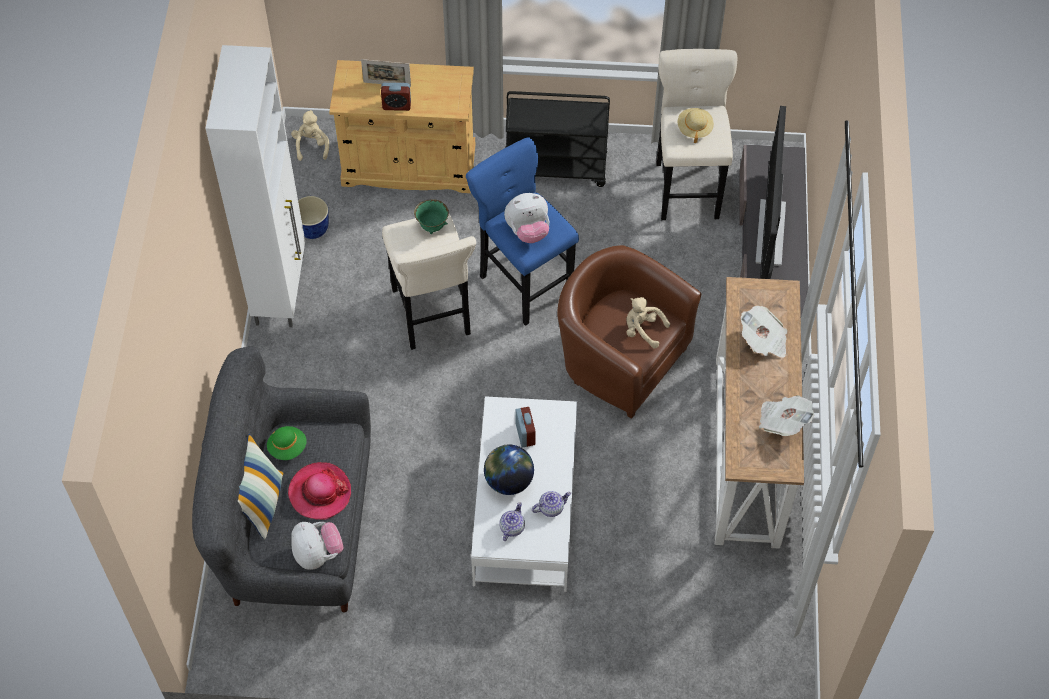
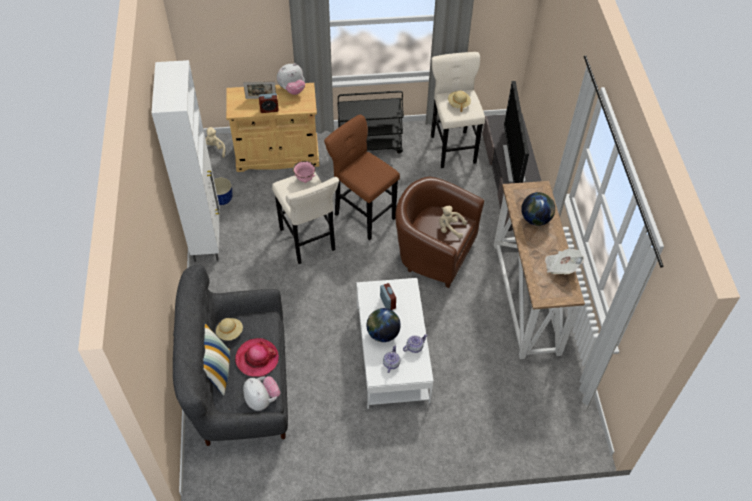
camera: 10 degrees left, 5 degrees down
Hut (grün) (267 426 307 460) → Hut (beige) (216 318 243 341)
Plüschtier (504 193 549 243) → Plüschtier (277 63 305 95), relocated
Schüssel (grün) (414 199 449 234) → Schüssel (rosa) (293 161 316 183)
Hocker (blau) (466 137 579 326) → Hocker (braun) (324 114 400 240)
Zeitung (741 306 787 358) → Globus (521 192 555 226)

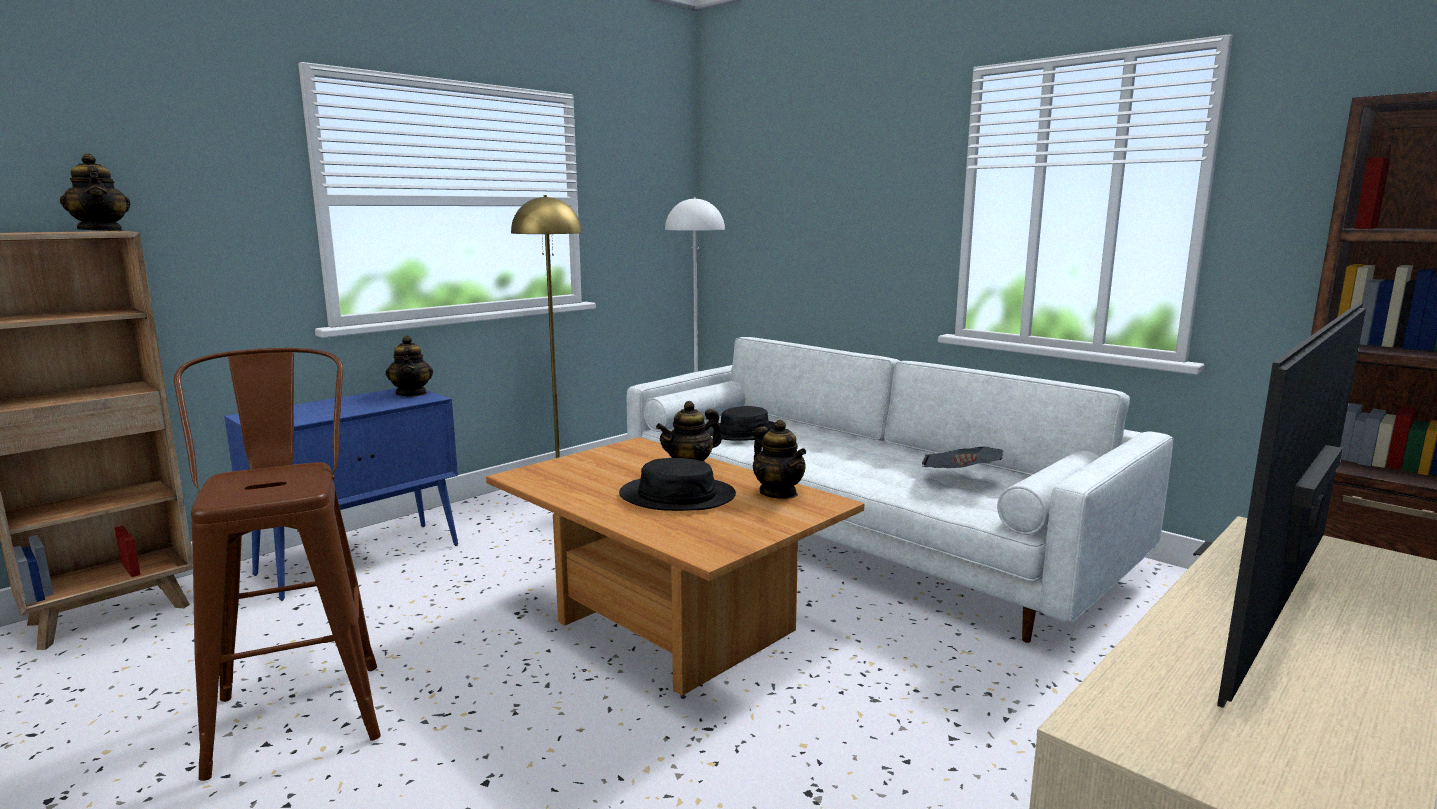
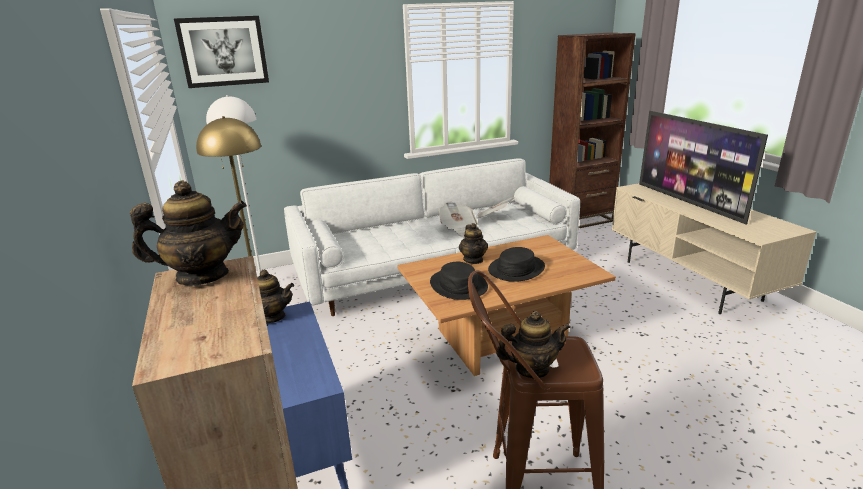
camera: 65 degrees left, 10 degrees up
- → Bild (174 16 269 88)
Hut (schwarz) (707 406 775 441) → Hut (schwarz) (430 262 488 300), relocated
- → Zeitung (439 202 479 237)
Teekanne (753 420 806 499) → Teekanne (496 311 571 378), relocated

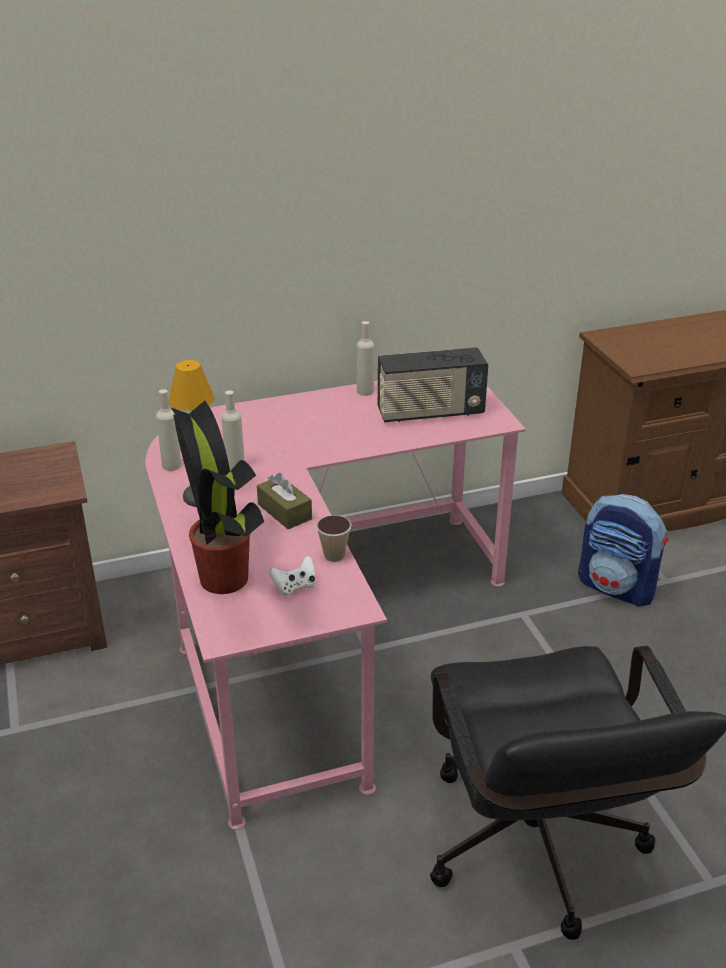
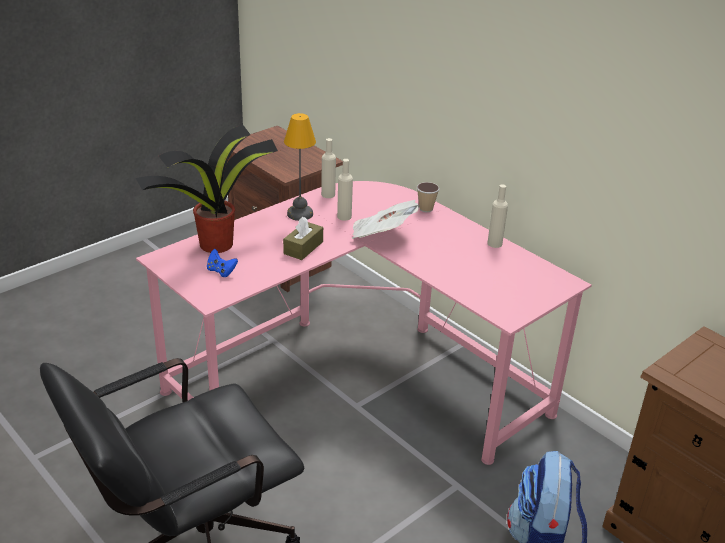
camera: 65 degrees right, 0 degrees up
Gamepad (weiß) (269 556 316 596) → Gamepad (blau) (207 249 238 277)
- → Zeitung (352 200 420 239)
Tasse (316 515 352 562) → Tasse (417 182 439 212), relocated
Radio (378 347 488 422) → -

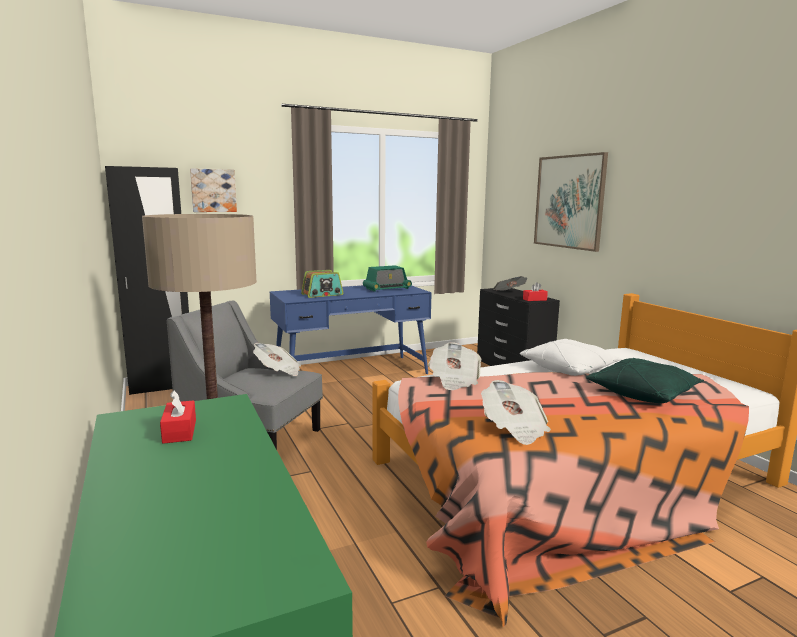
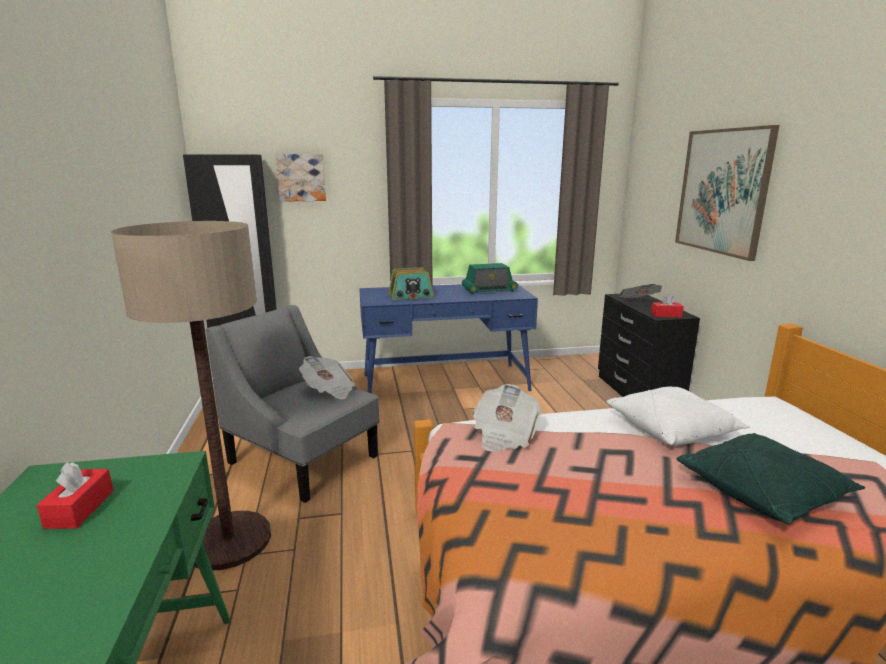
camera: 15 degrees right, 5 degrees up
Zeitung (481 380 551 445) → -

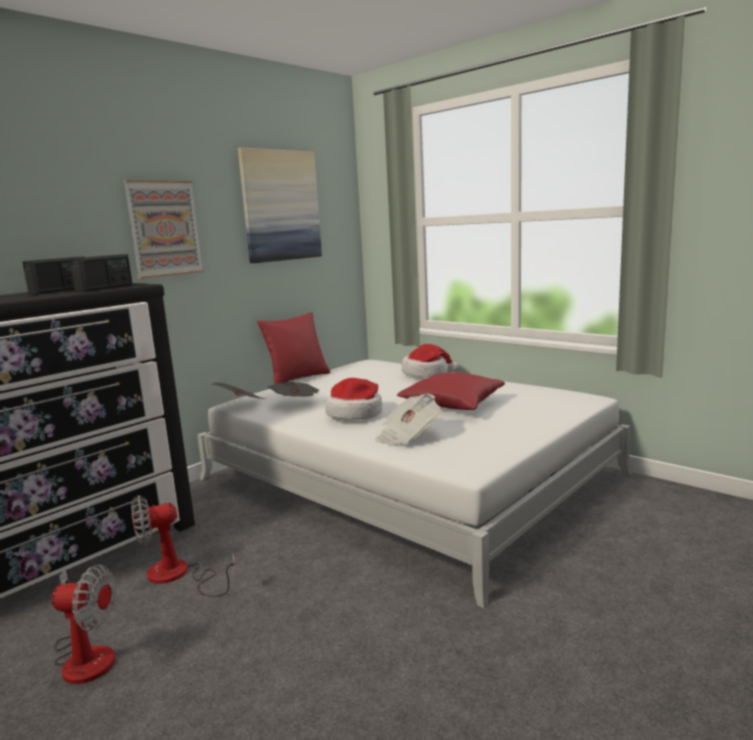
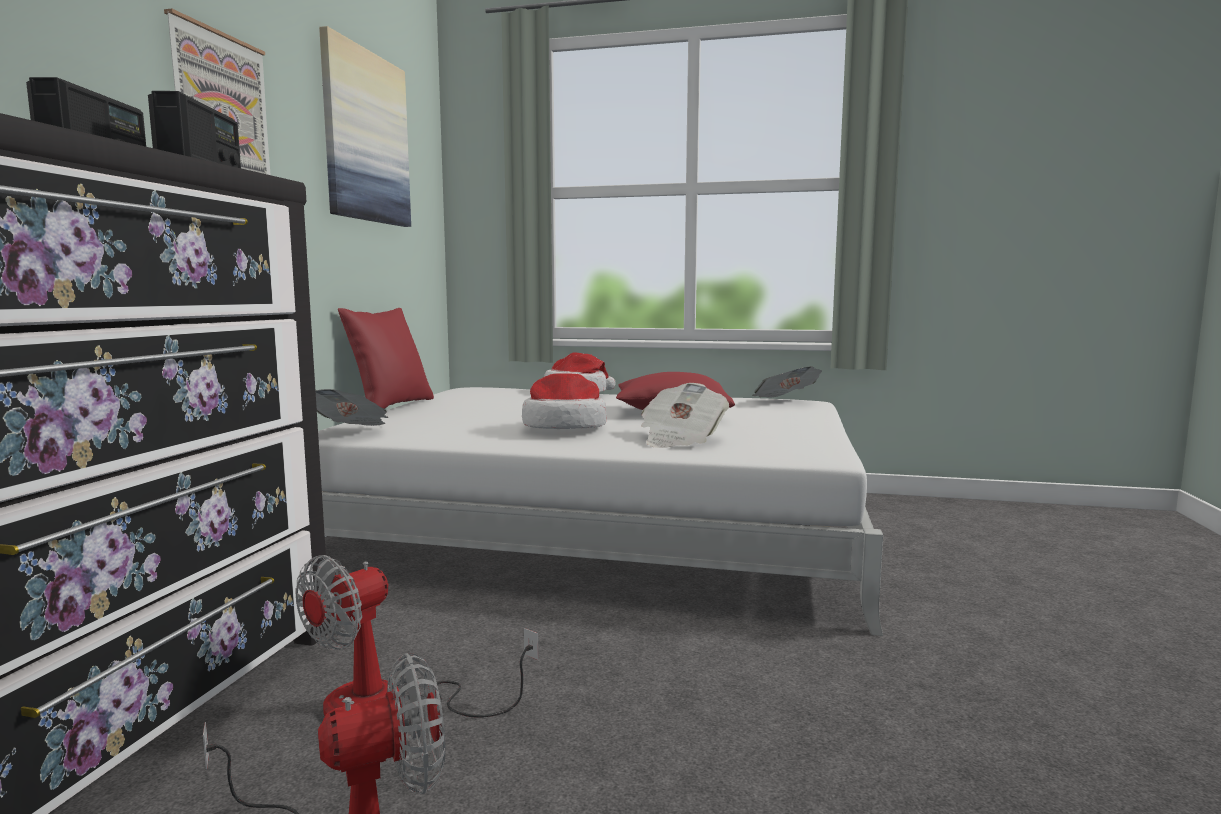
camera: 30 degrees left, 5 degrees down
Zeitung (267 382 319 397) → Zeitung (752 366 822 398), relocated

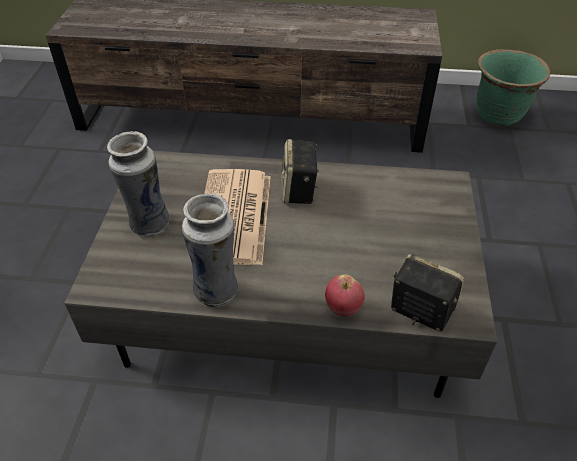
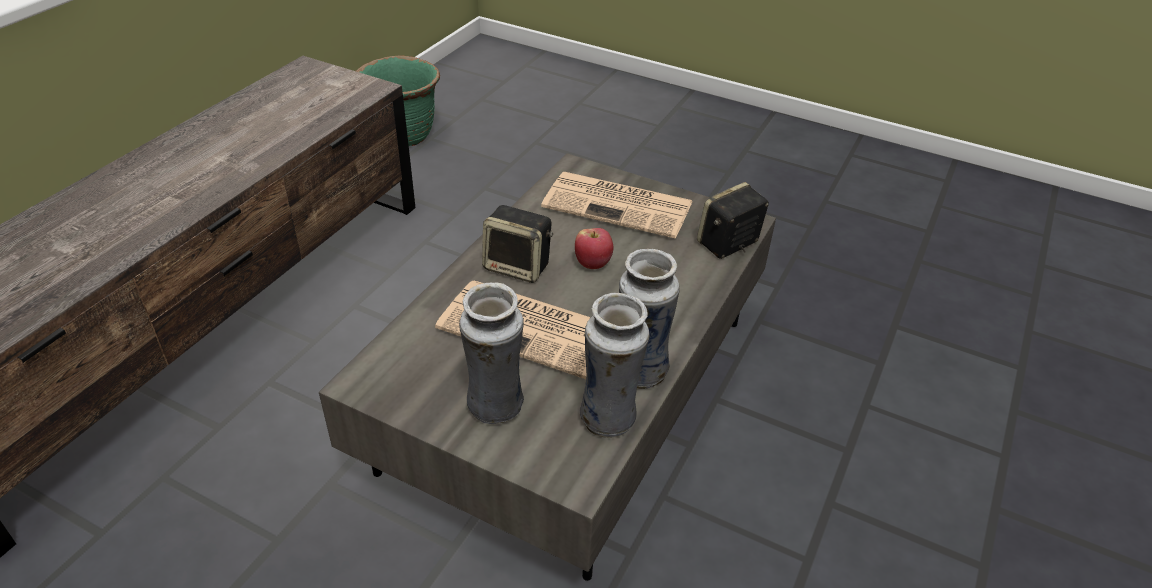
camera: 70 degrees left, 5 degrees down
- → Zeitung (541 172 693 239)
Apfel (325 274 365 317) → Apfel (575 228 613 269), relocated
- → Vase (580 293 650 438)

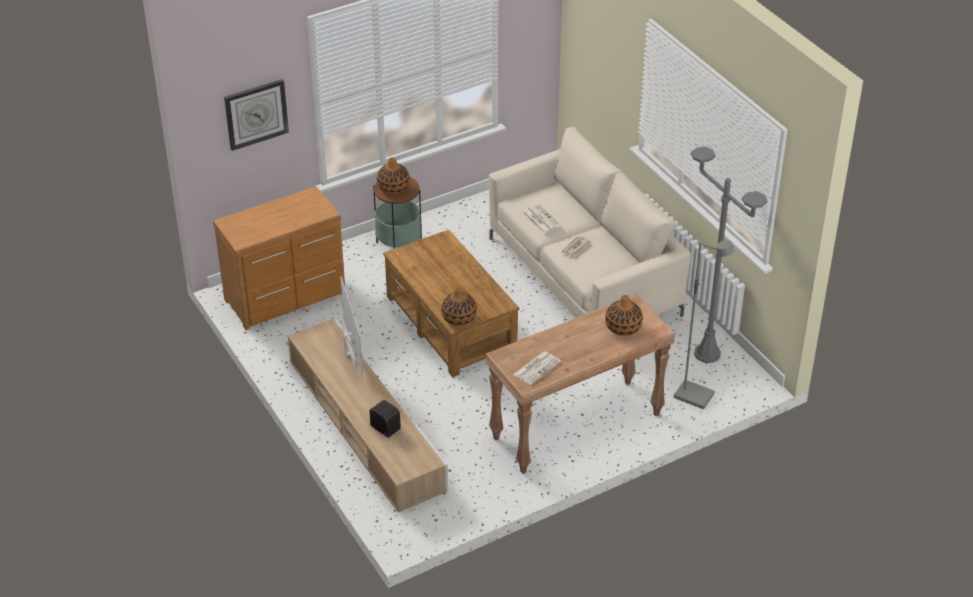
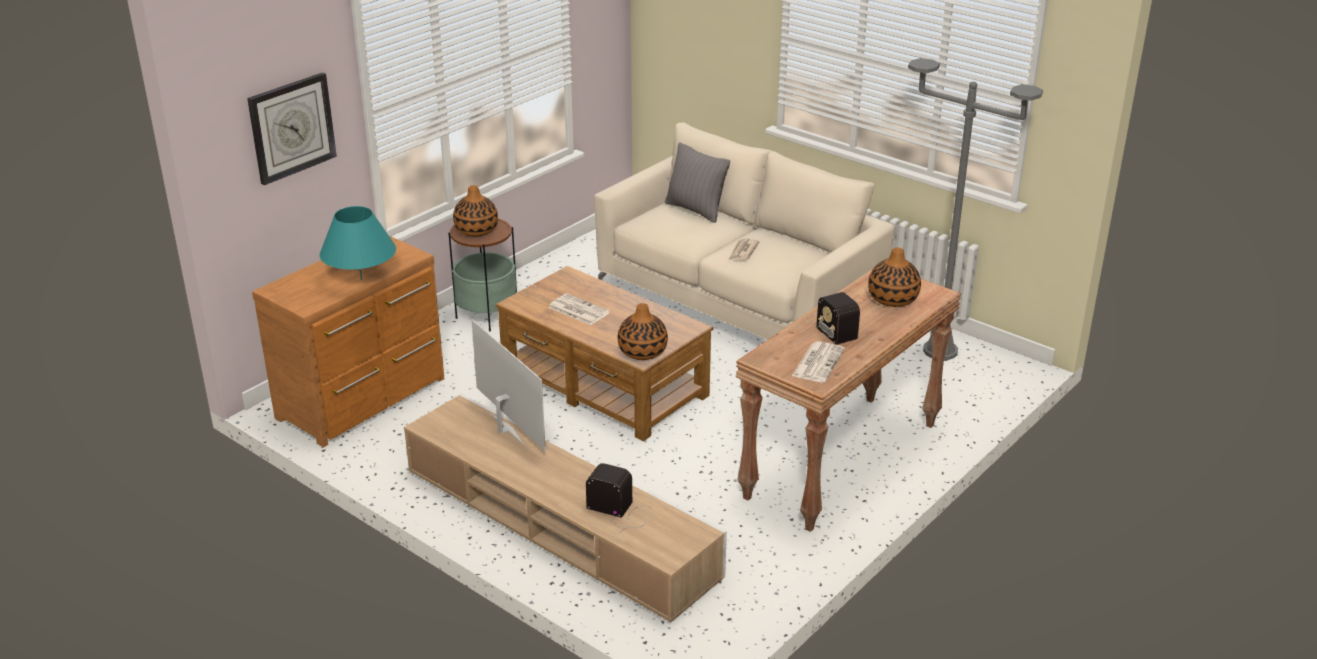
camera: 20 degrees left, 10 degrees down
- → Tischlampe (türkis) (320 206 396 280)
Zeitung (522 204 561 234) → Zeitung (548 294 610 325), relocated
- → Kissen (grau) (665 142 730 223)
- → Radio (807 292 860 345)
Stehlampe (grau) (674 240 734 409) → -

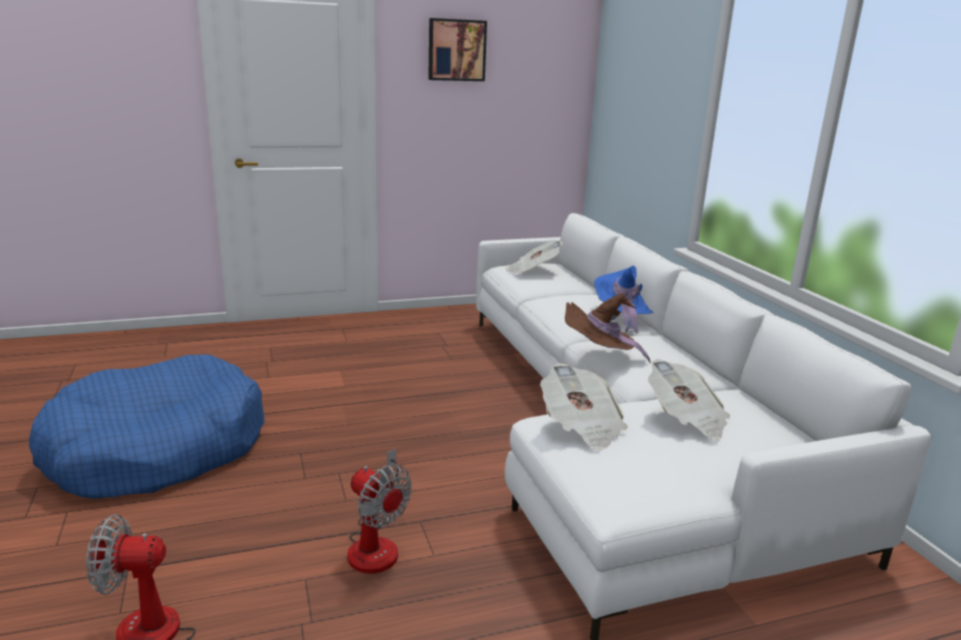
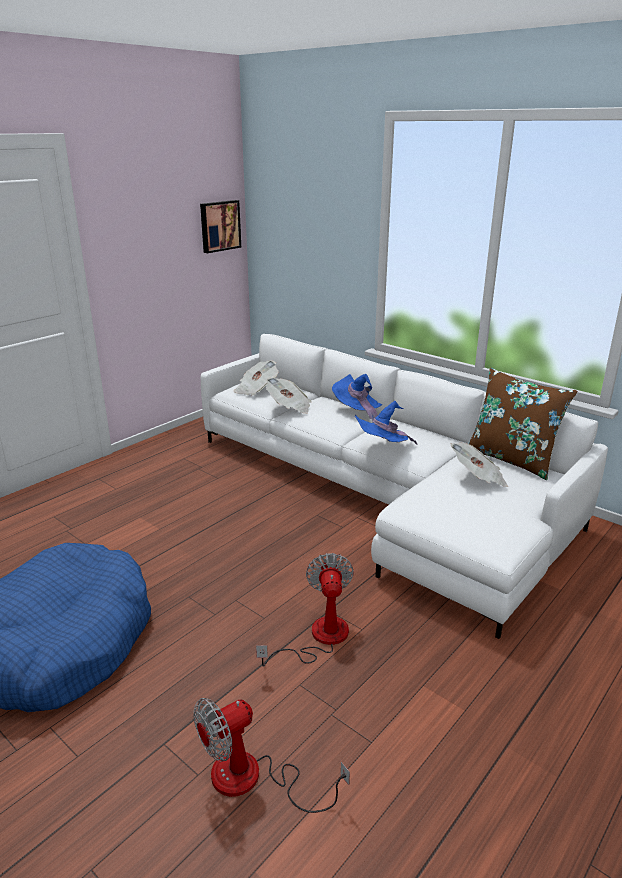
camera: 30 degrees left, 5 degrees up
Bild (428 18 487 81) → Bild (200 200 241 253), relocated
Ventilator (347 449 412 573) → Ventilator (256 553 354 667), 105 degrees counterclockwise
Zeitung (540 363 628 451) → Zeitung (266 377 311 414), relocated
Hut (braun) (565 293 651 364) → Hut (blau) (355 401 418 445)
- → Kissen (braun) (468 368 578 480)

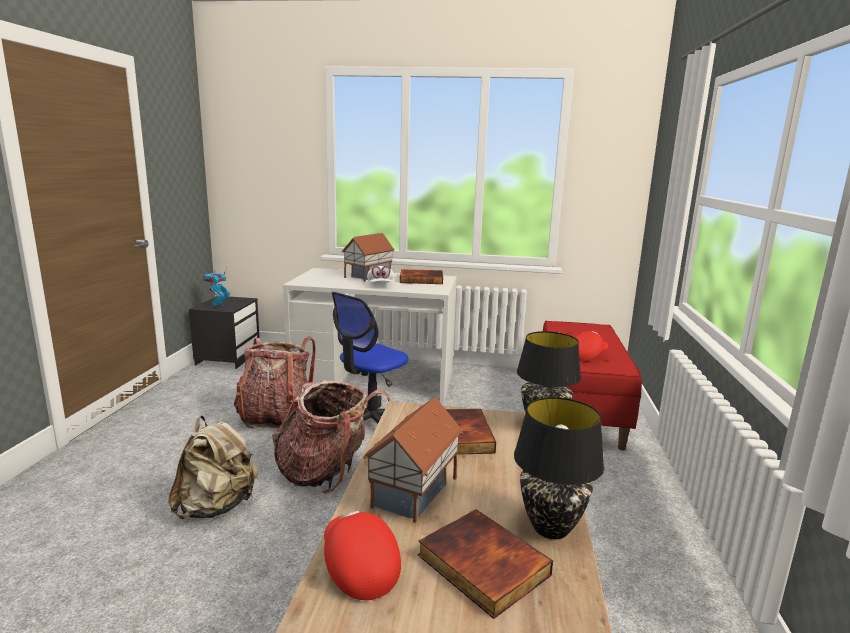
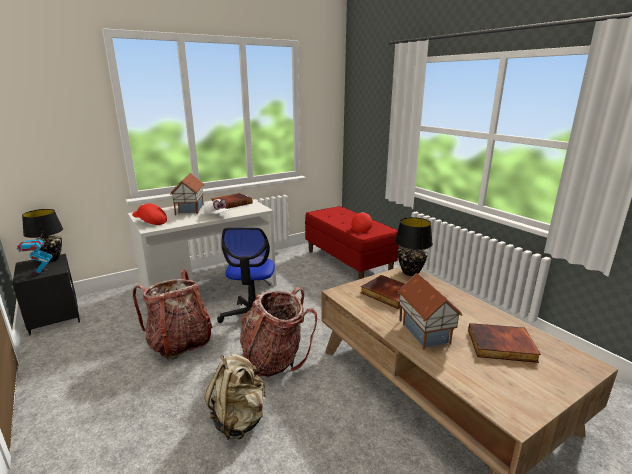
camera: 40 degrees left, 5 degrees up
Tischlampe (schwarz) (514 397 604 539) → Tischlampe (schwarz) (22 209 63 262), relocated
Kappe (rot) (324 511 401 600) → Kappe (rot) (132 204 167 225), relocated

